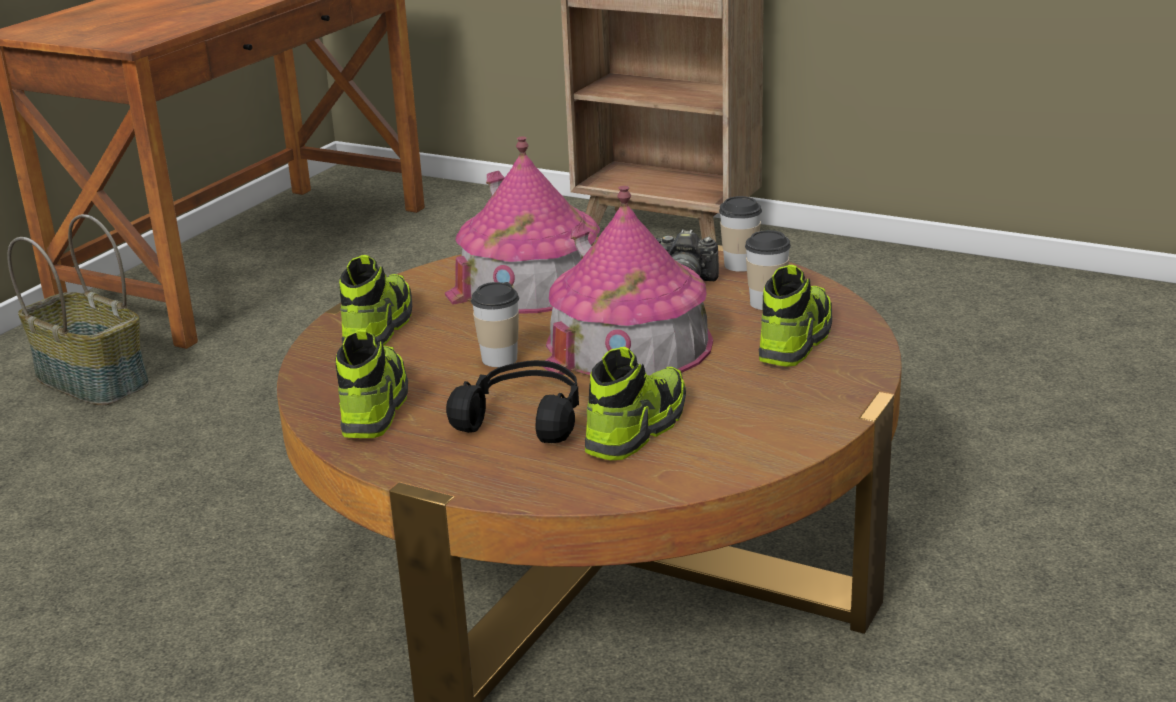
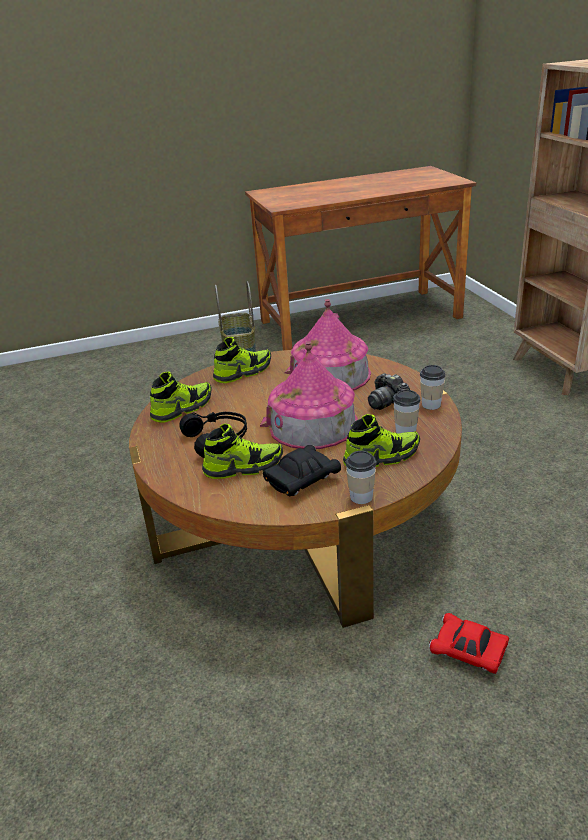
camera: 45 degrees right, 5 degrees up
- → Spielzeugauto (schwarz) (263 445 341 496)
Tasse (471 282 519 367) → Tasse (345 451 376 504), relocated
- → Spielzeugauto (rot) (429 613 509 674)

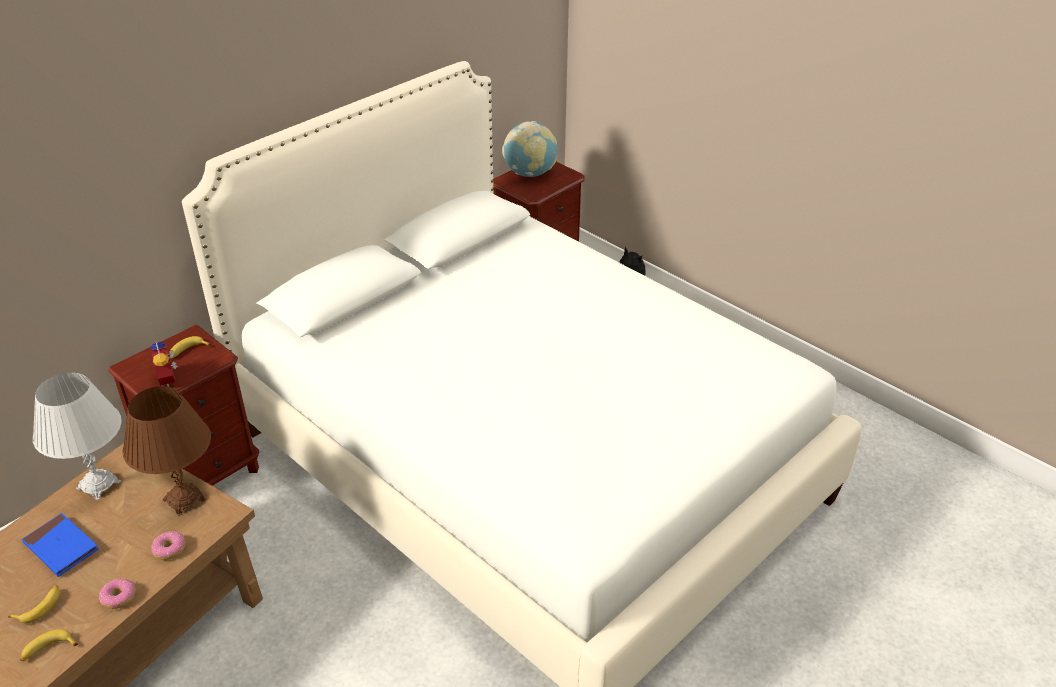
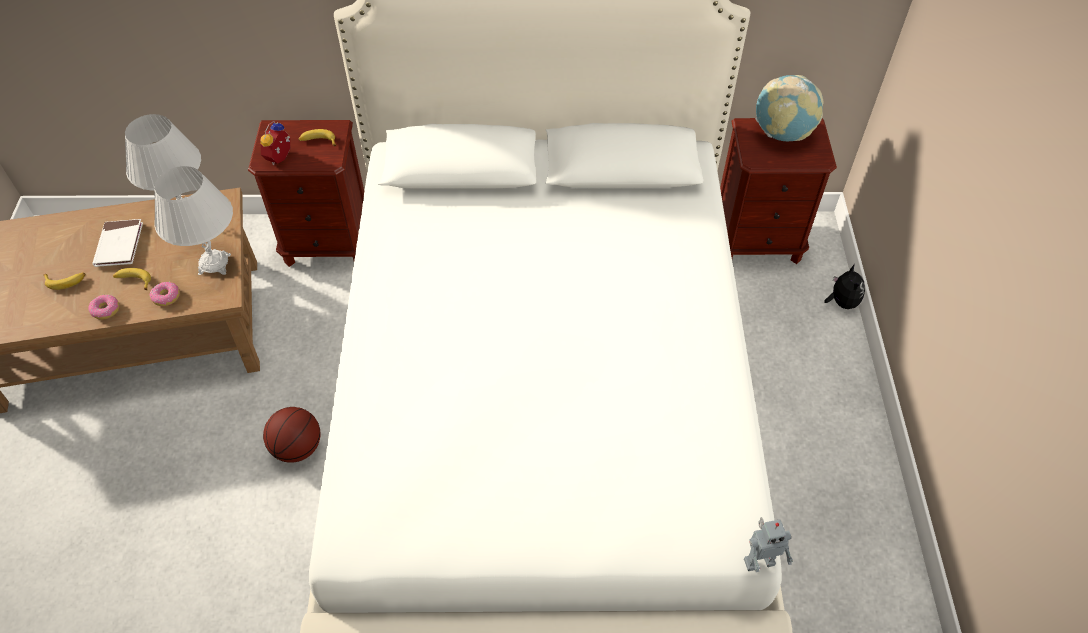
camera: 45 degrees right, 15 degrees up
Buch (blau) (22 513 99 577) → Buch (weiß) (92 219 143 267)
Banane (20 629 78 661) → Banane (113 268 151 290), relocated
Tischlampe (braun) (122 386 211 516) → Tischlampe (weiß) (154 166 233 275)
- → Basketball (263 407 321 462)
- → Spielzeugroboter (744 517 793 572)

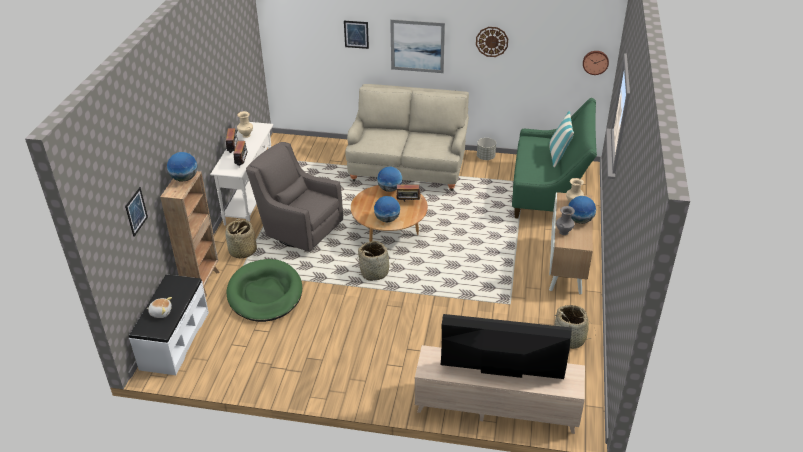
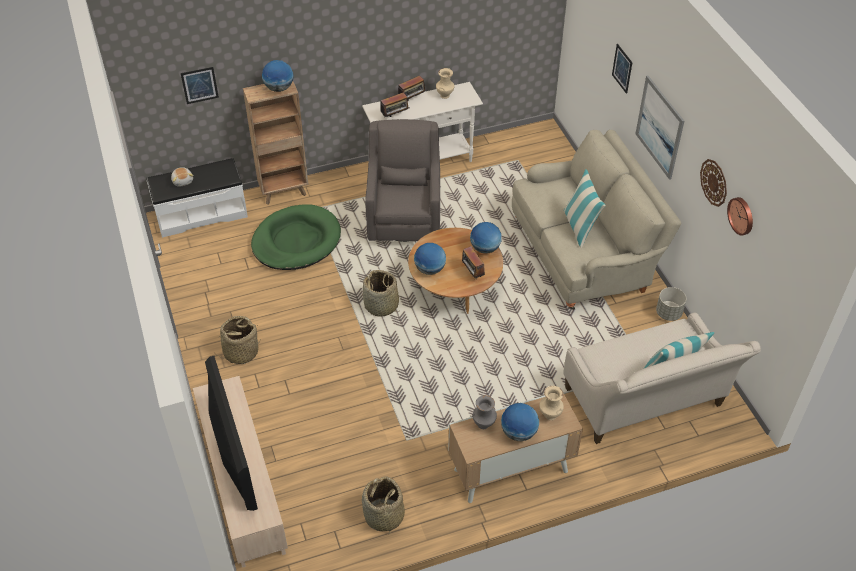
camera: 60 degrees right, 10 degrees up
Korb (225 219 257 259) → Korb (217 316 262 364), relocated
Sofa (grün) (512 98 597 218) → Sofa (beige) (563 312 761 444)
- → Kissen (564 169 606 248)
Wanduhr (583 51 609 75) → Wanduhr (727 197 753 236), relocated

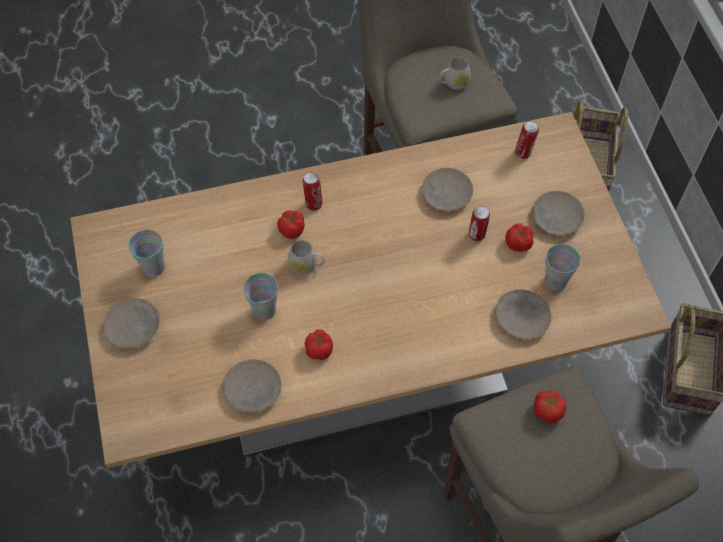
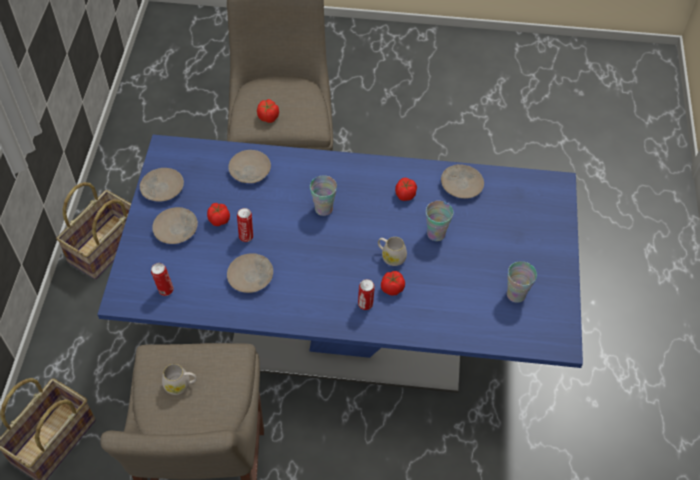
camera: 160 degrees left, 5 degrees down
Esstisch (beige) (70 112 671 468) → Esstisch (blau) (97 135 583 393)
Teller (beige) (103 298 160 349) → Teller (beige) (140 168 184 201), relocated
Tasse (544 244 580 291) → Tasse (310 175 337 216), relocated

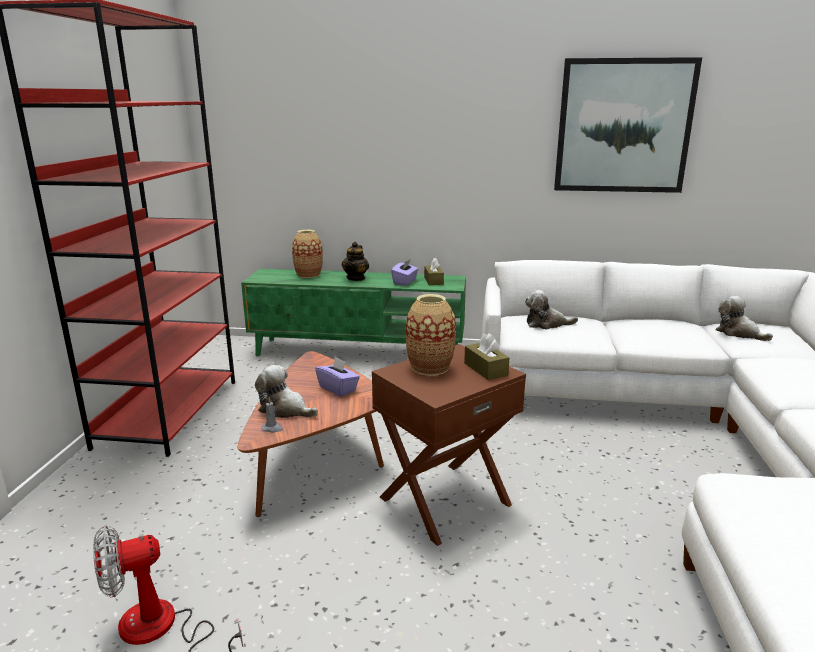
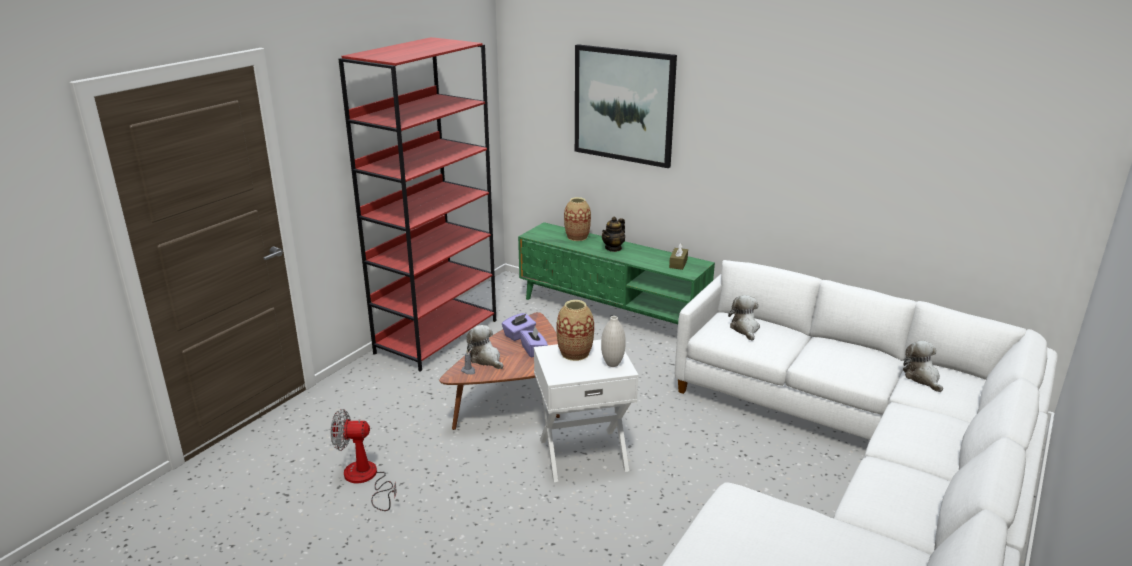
camera: 25 degrees right, 5 degrees up
Taschentuchbox (lila) (391 259 418 285) → Taschentuchbox (lila) (502 313 536 341), relocated
Beistelltisch (braun) (372 344 526 546) → Beistelltisch (weiß) (534 340 638 482)
Bild (554 57 702 193) → Bild (575 44 677 168), relocated
Taschentuchbox (braun) (464 333 509 380) → Vase (weiß) (601 316 626 367)
Plüschtier (525 290 578 329) → Plüschtier (728 295 760 341), 60 degrees clockwise

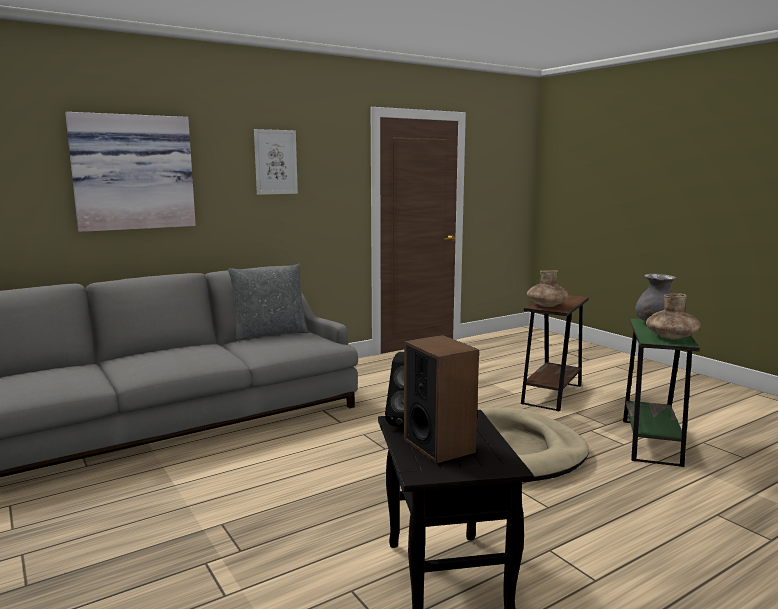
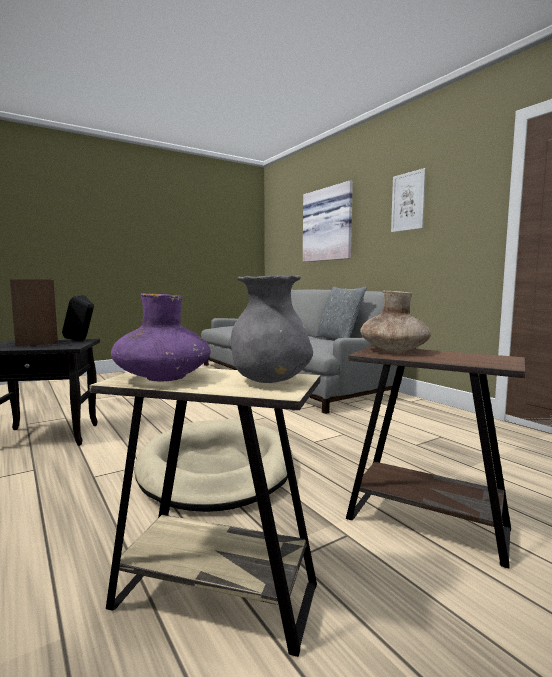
camera: 90 degrees right, 5 degrees down
Beistelltisch (grün) (623 318 700 467) → Beistelltisch (beige) (90 368 320 657)
Vase (braun) (646 293 700 340) → Vase (lila) (111 293 211 382)

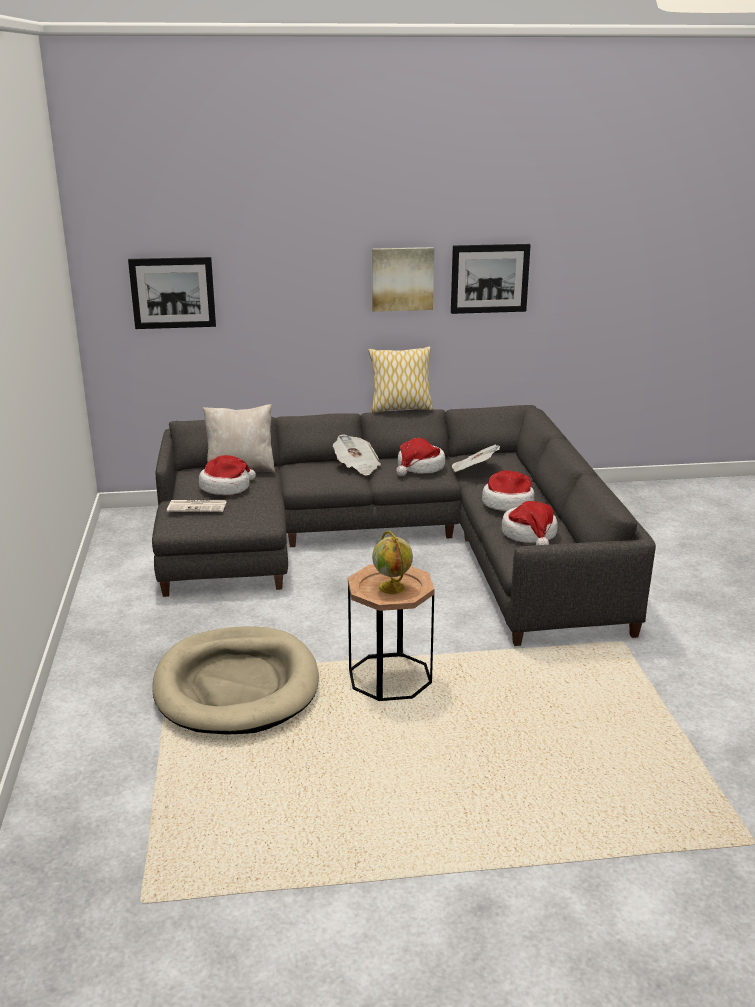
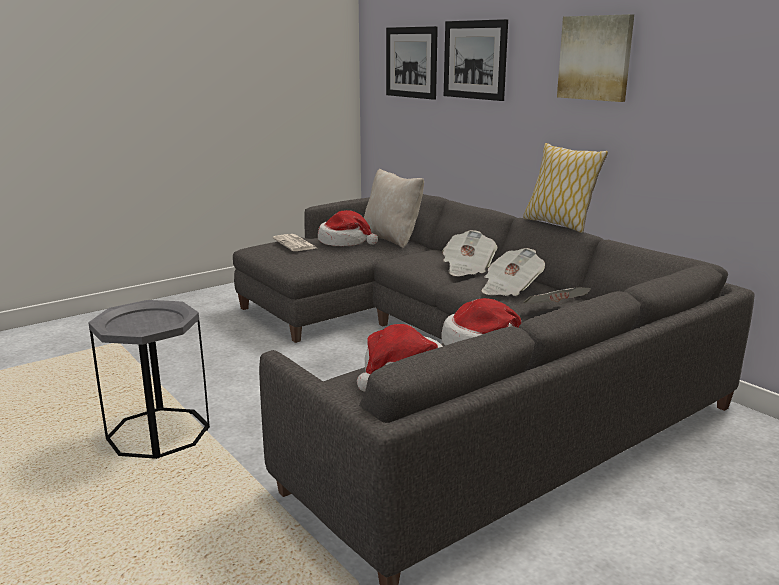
camera: 60 degrees right, 5 degrees down
Beistelltisch (braun) (348 565 435 701) → Beistelltisch (grau) (88 300 210 459)
Bild (451 244 531 314) → Bild (444 19 508 101), relocated
Hut (396 438 445 476) → Zeitung (481 248 545 296)
Hundebett (beige) (152 626 319 735) → -
Globus (372 531 413 594) → -

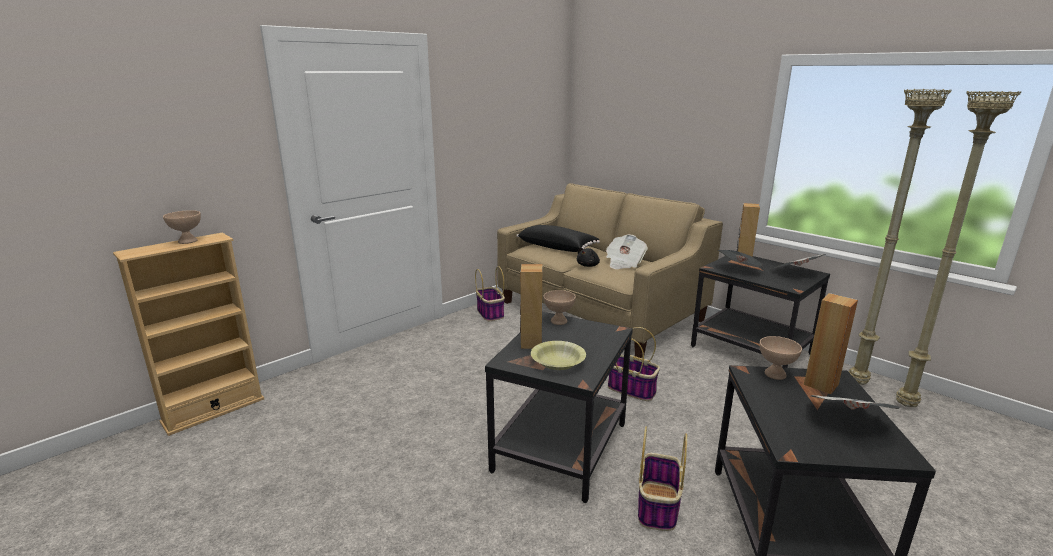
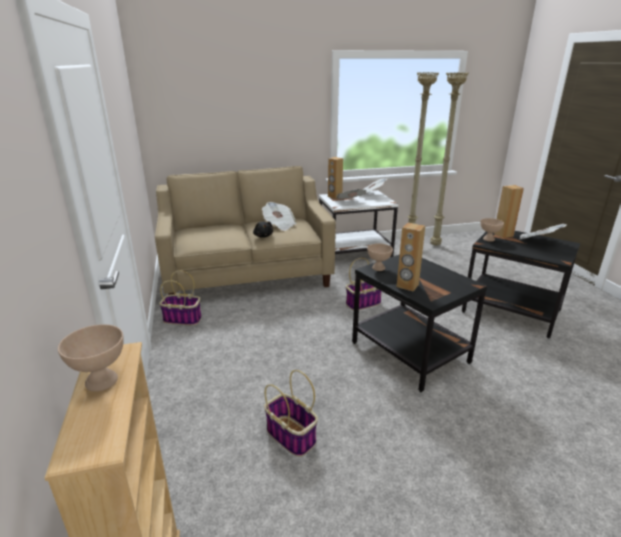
camera: 60 degrees left, 5 degrees up
Korb (638 426 687 531) → Korb (264 370 318 457), relocated
Beistelltisch (schwarz) (691 256 830 368) → Beistelltisch (weiß) (319 190 398 257)
Kissen (schwarz) (516 225 600 252) → -
Schüssel (gelb) (531 341 586 370) → -

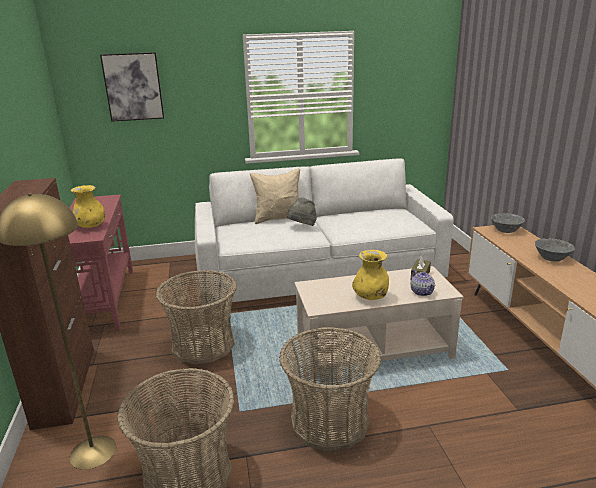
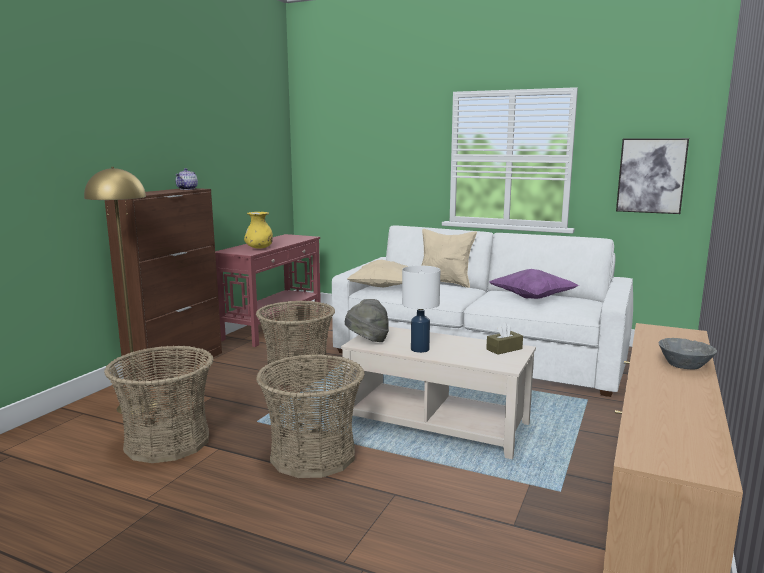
camera: 35 degrees right, 10 degrees down
Teekanne (411 270 435 296) → Teekanne (175 168 198 190), relocated
Hut (grau) (287 198 317 226) → Hut (grau) (345 299 389 342), relocated
- → Kissen (beige) (347 260 408 287)
Vase (gelb) (352 250 389 300) → Tischlampe (weiß) (402 266 440 353)
- → Kissen (lila) (490 269 579 299)
Bild (100 52 164 122) → Bild (616 138 689 214), relocated
Schüssel (grau) (491 213 525 233) → -

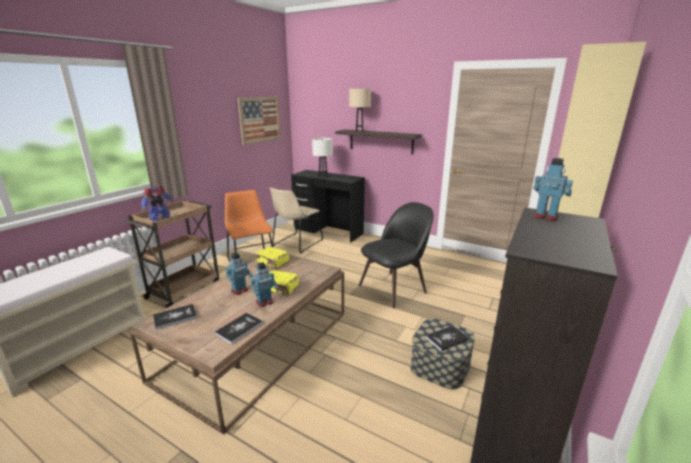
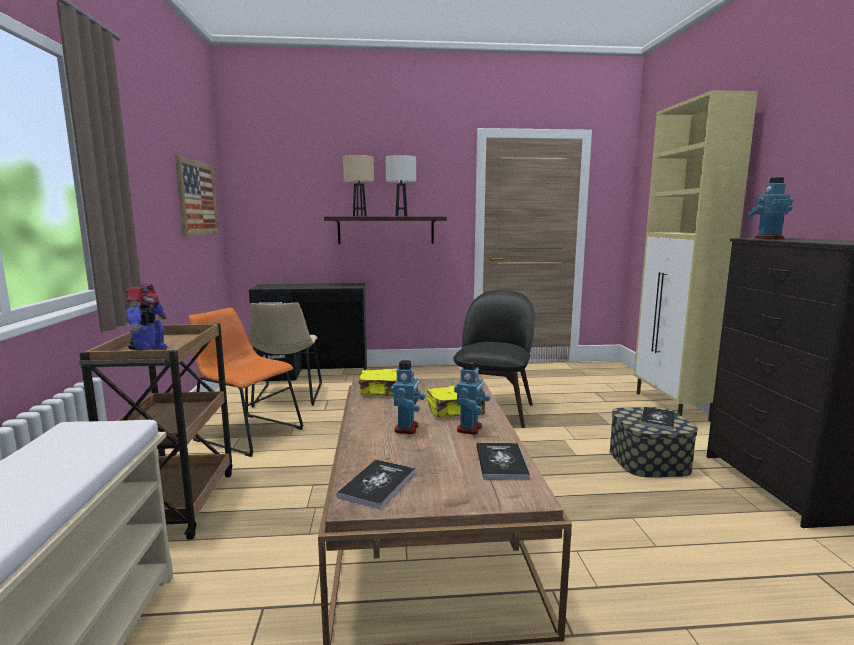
camera: 35 degrees left, 10 degrees down
Tischlampe (weiß) (312 138 333 178) → Tischlampe (weiß) (385 155 416 216), relocated

